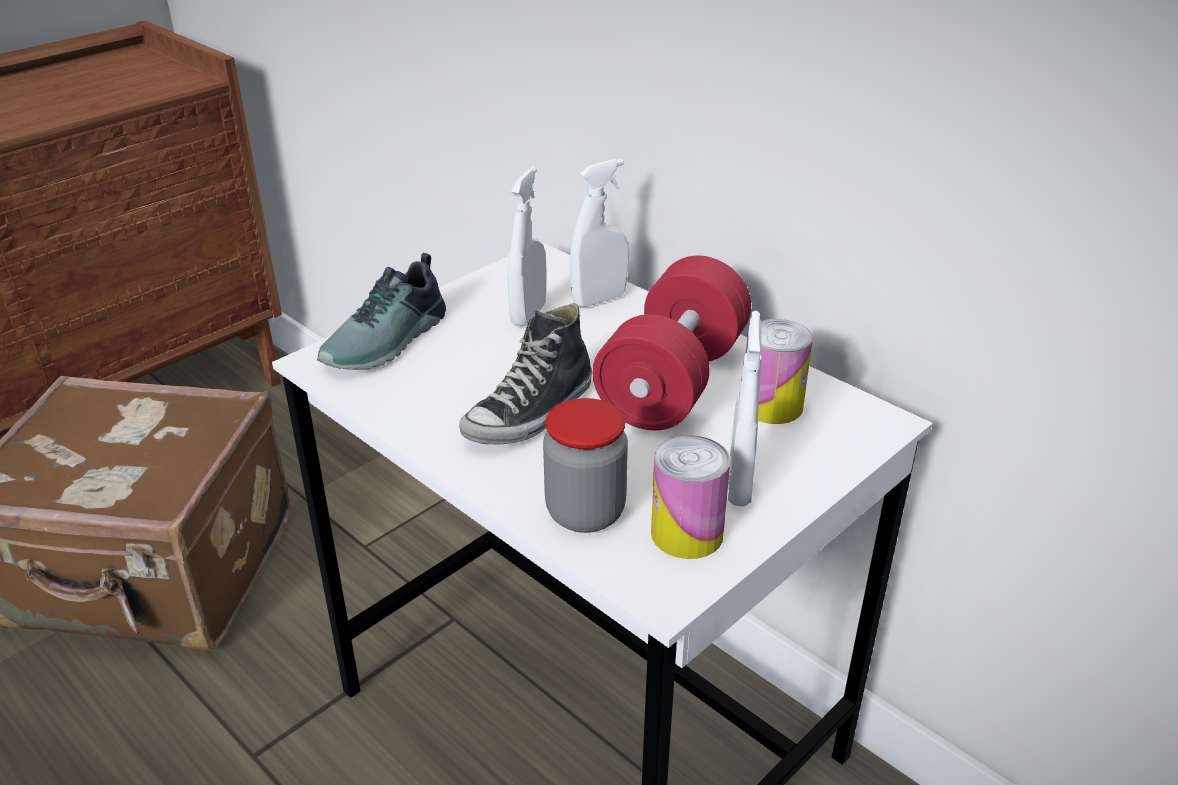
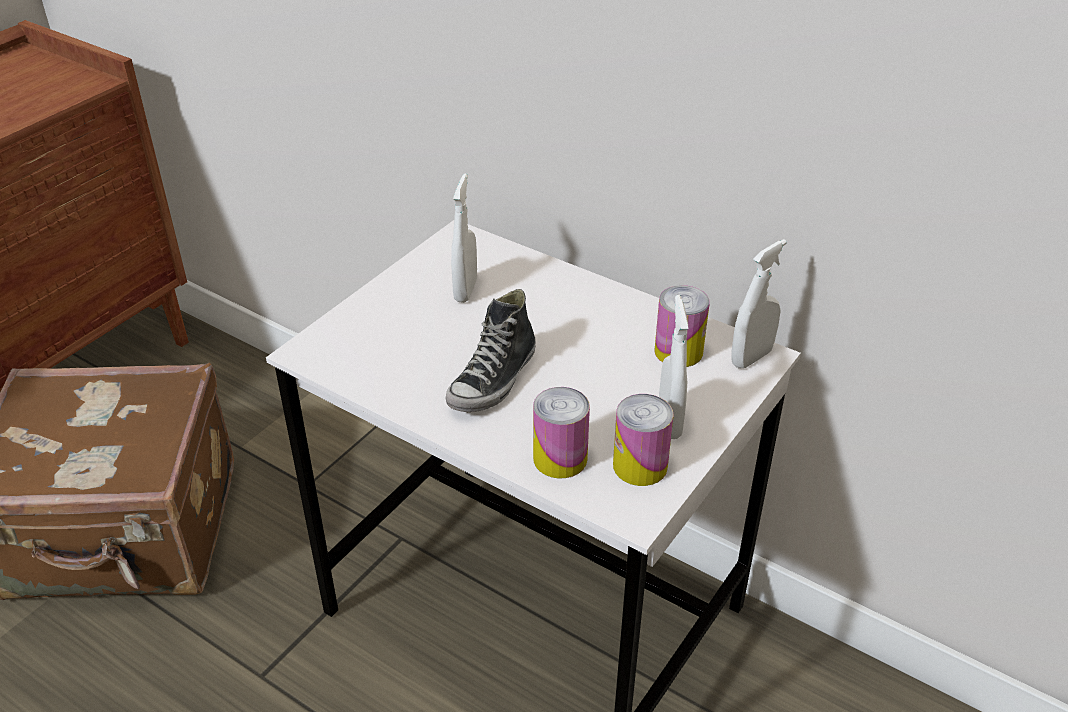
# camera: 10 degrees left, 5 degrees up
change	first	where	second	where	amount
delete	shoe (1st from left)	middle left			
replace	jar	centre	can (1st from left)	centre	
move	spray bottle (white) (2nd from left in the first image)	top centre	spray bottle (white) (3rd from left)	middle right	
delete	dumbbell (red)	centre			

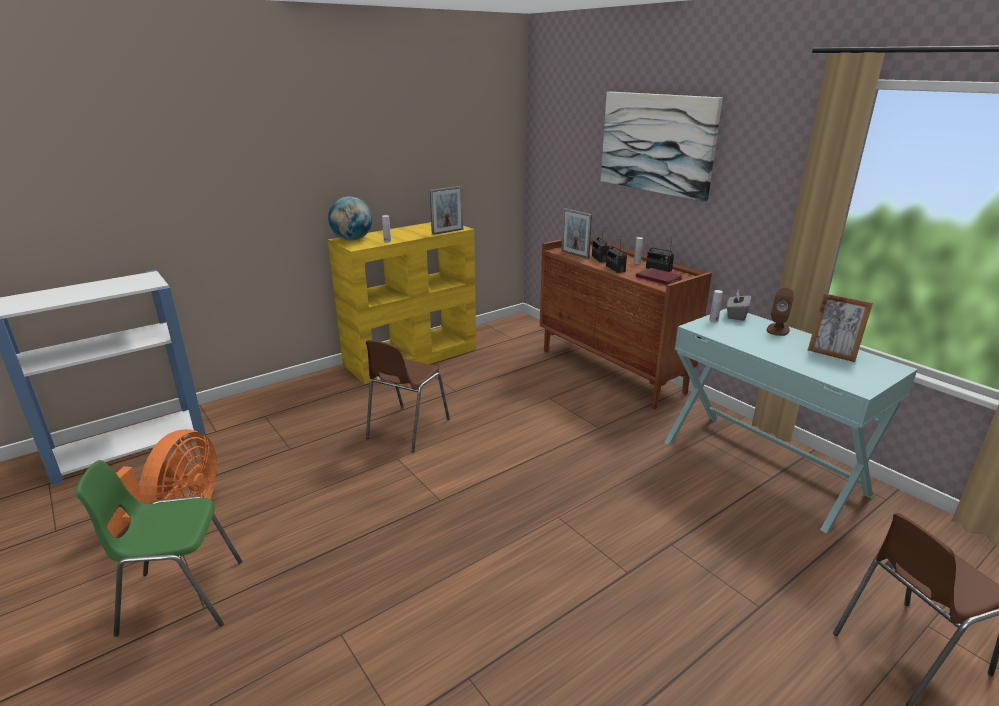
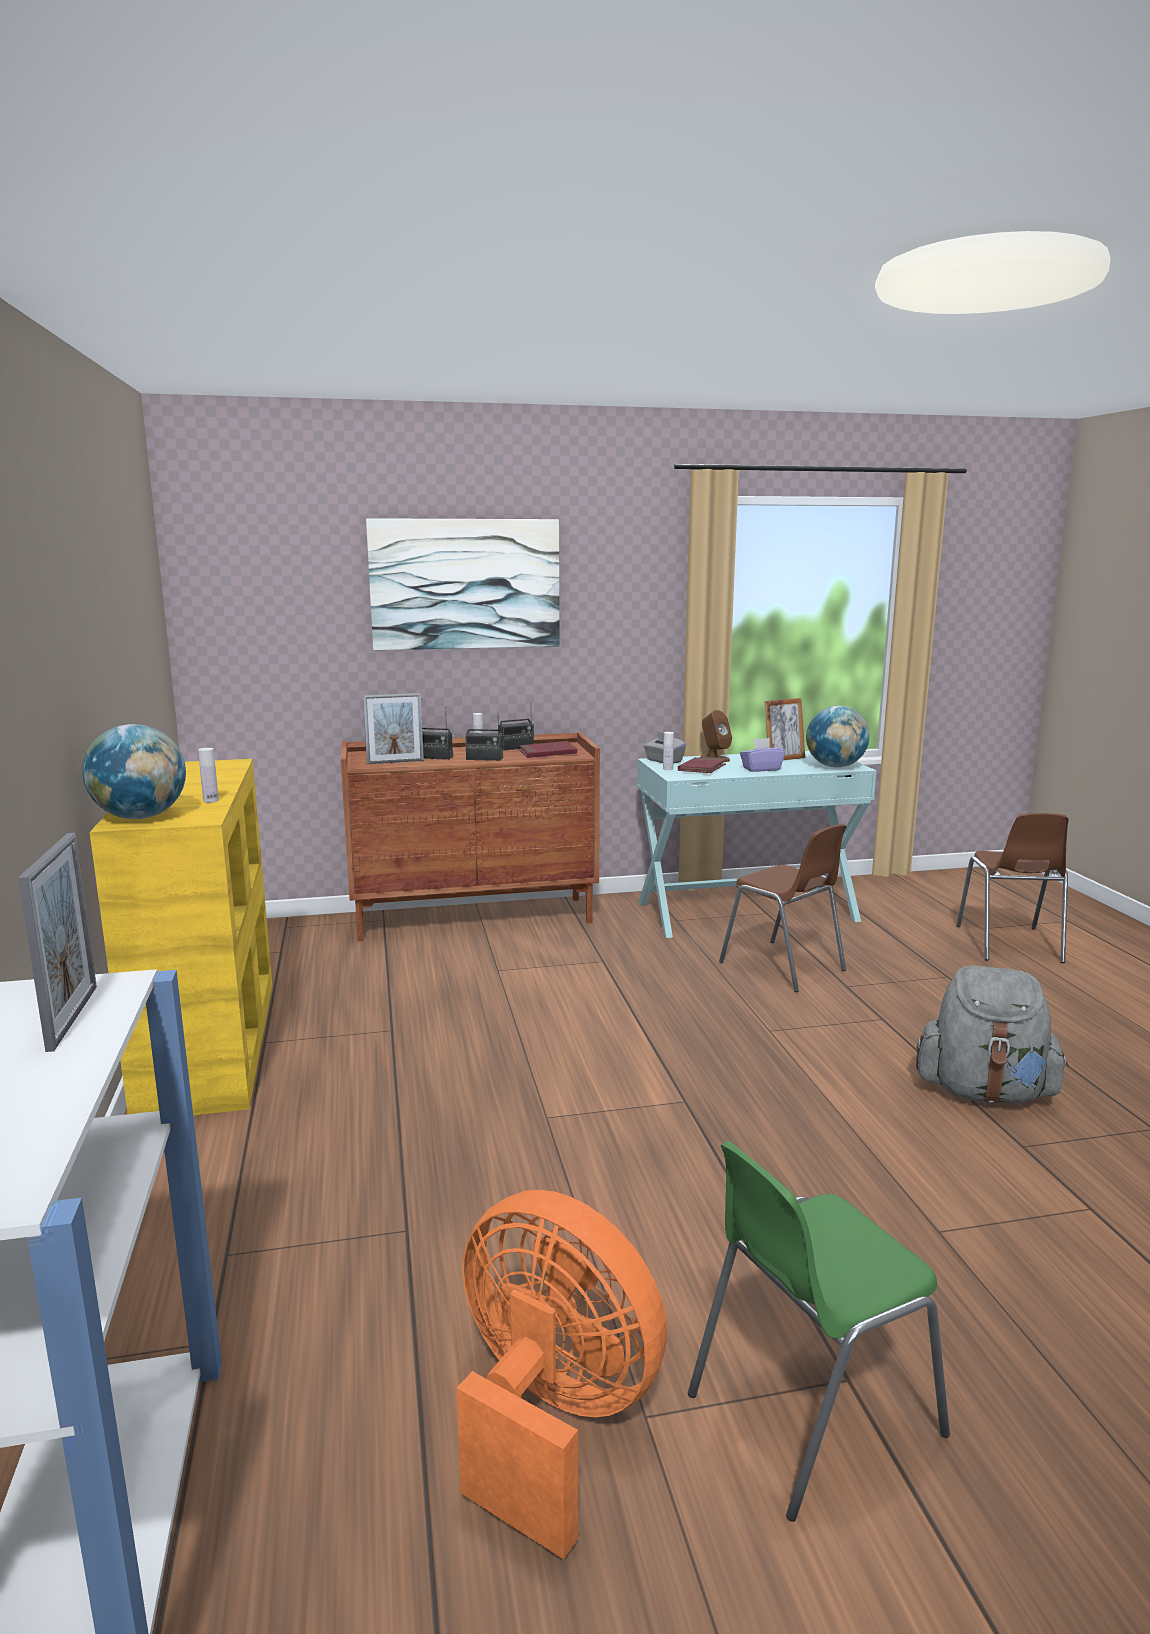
# camera: 65 degrees left, 10 degrees down
change	first	where	second	where	amount
rotate	chair (green)	bottom left		bottom right	45 degrees clockwise
move	chair (brown) (1st from left)	centre		middle right	
move	picture frame (1st from left)	top centre		middle left	
insert			book (red) (2nd from left)	centre	
insert			tissue box (purple)	centre	
insert			globe (2nd from left)	middle right	
insert			backpack (grey)	middle right	

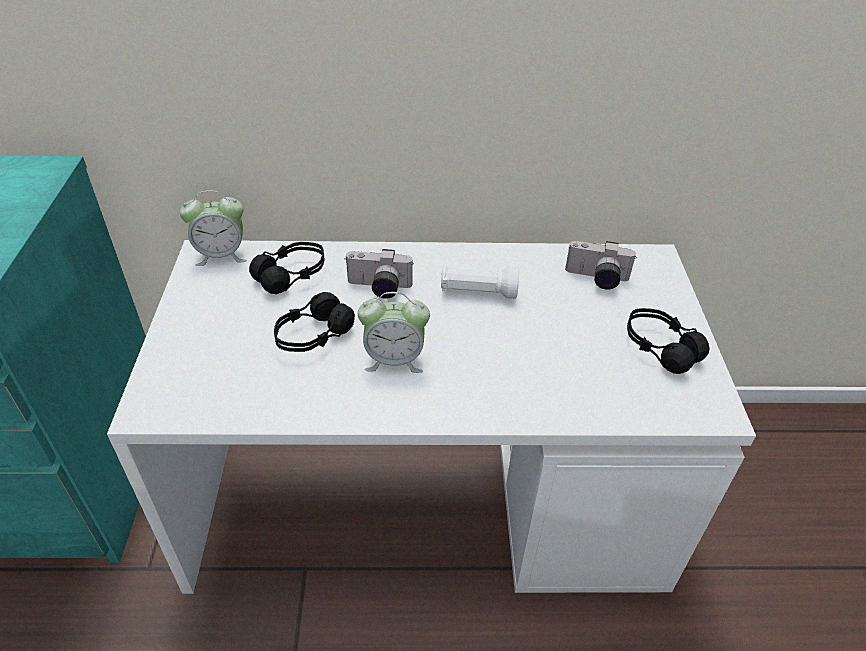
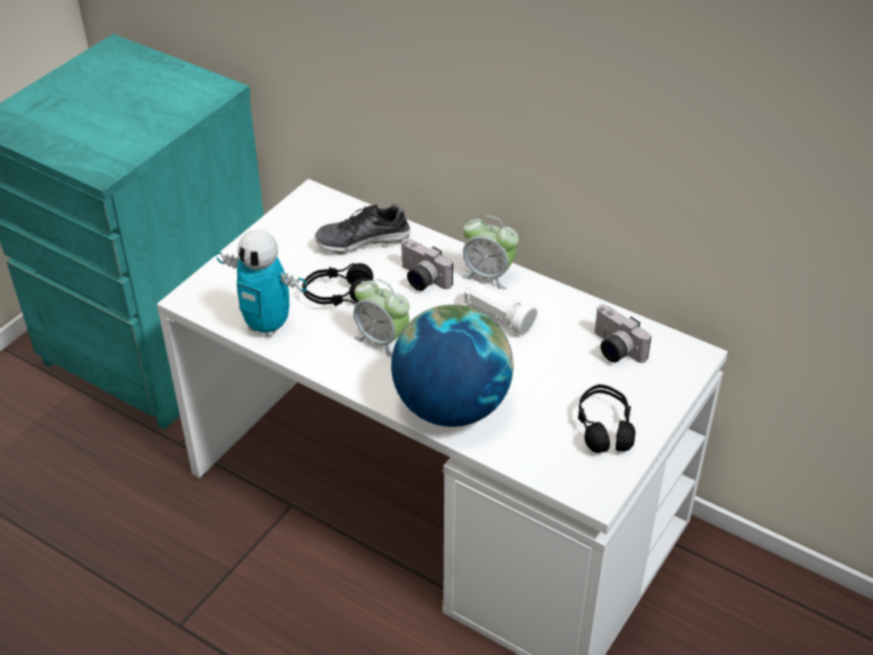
# camera: 35 degrees right, 0 degrees up
change	first	where	second	where	amount
move	alarm clock (1st from left in the first image)	middle left	alarm clock (2nd from left)	centre	
replace	headphones (black) (1st from left)	middle left	shoe	centre	
insert			toy robot	middle left	
insert			globe	centre	

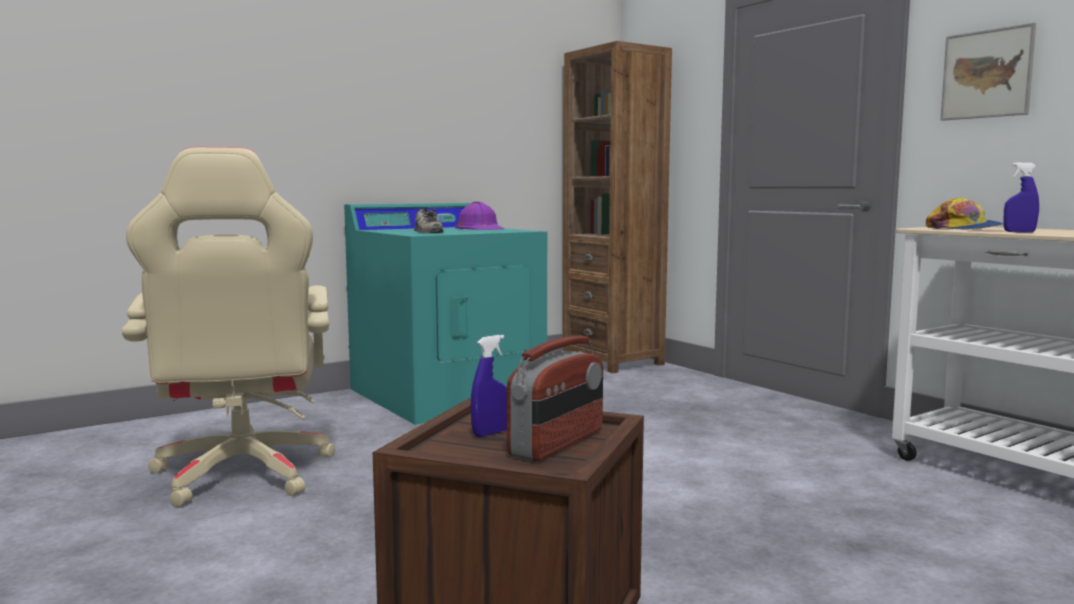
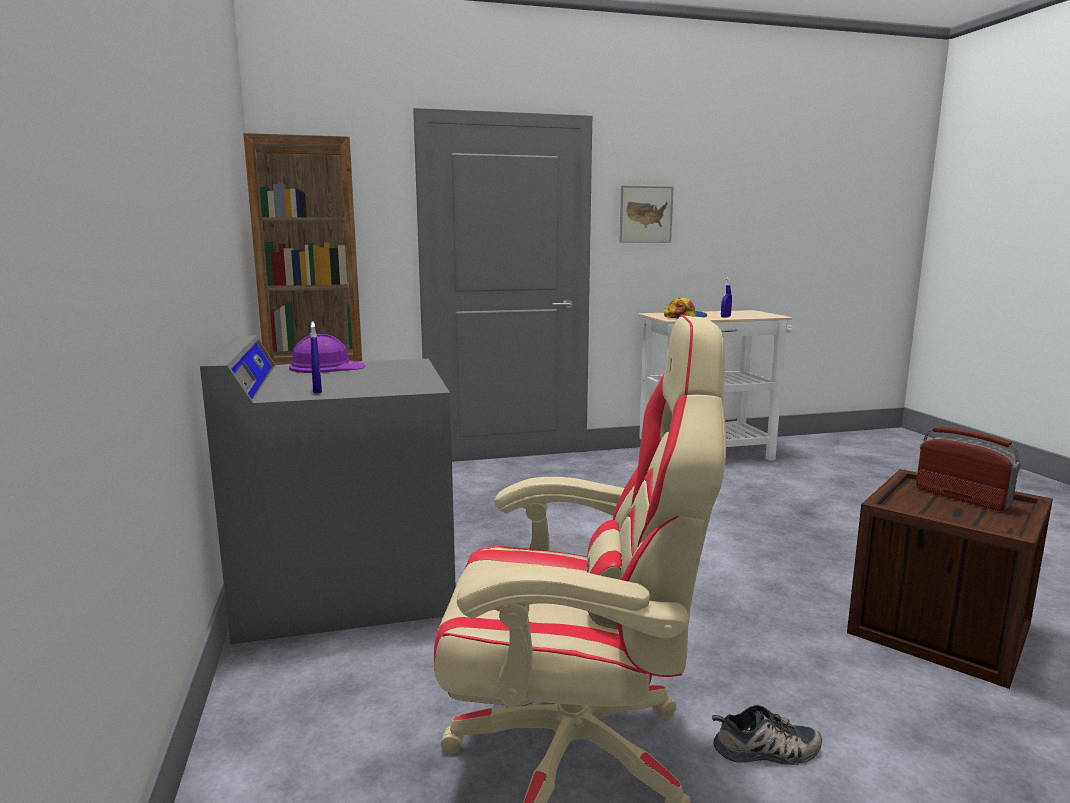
# camera: 70 degrees left, 5 degrees up
change	first	where	second	where	amount
recolor	washing machine (turquoise)	centre	washing machine (grey)	middle left	
move	shoe	centre		bottom right	
move	spray bottle (blue) (1st from left)	centre		middle left	

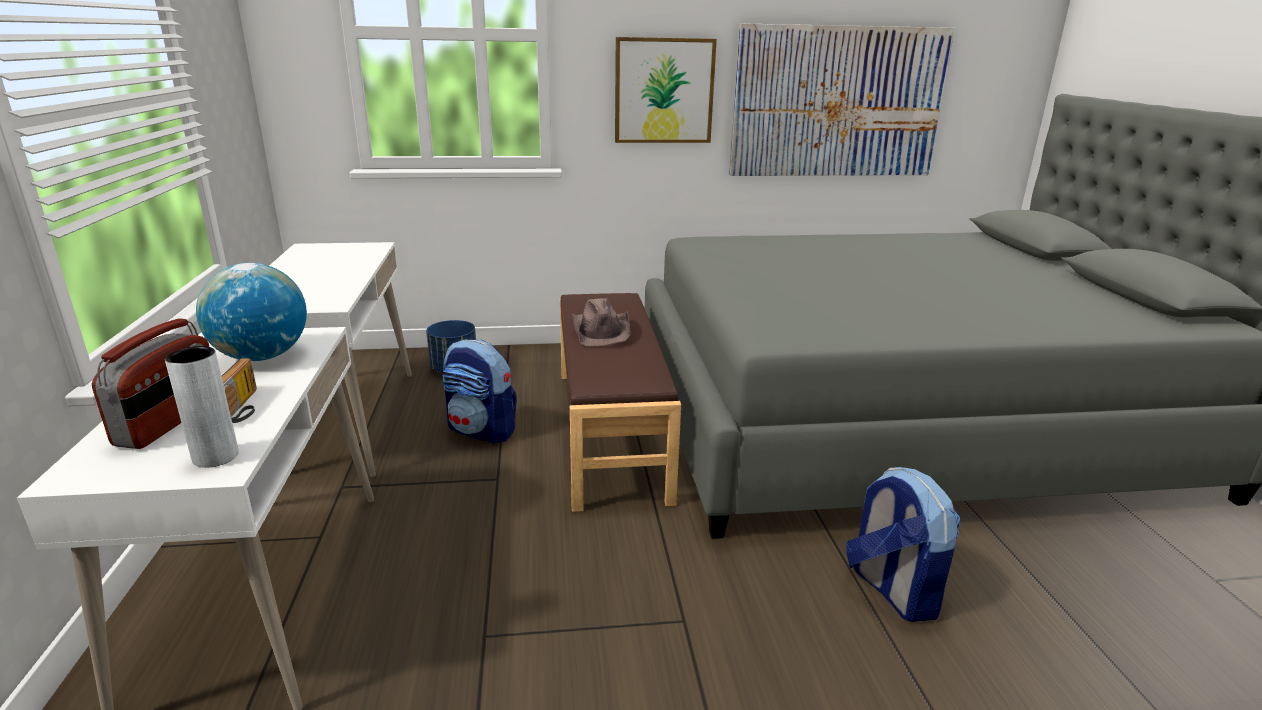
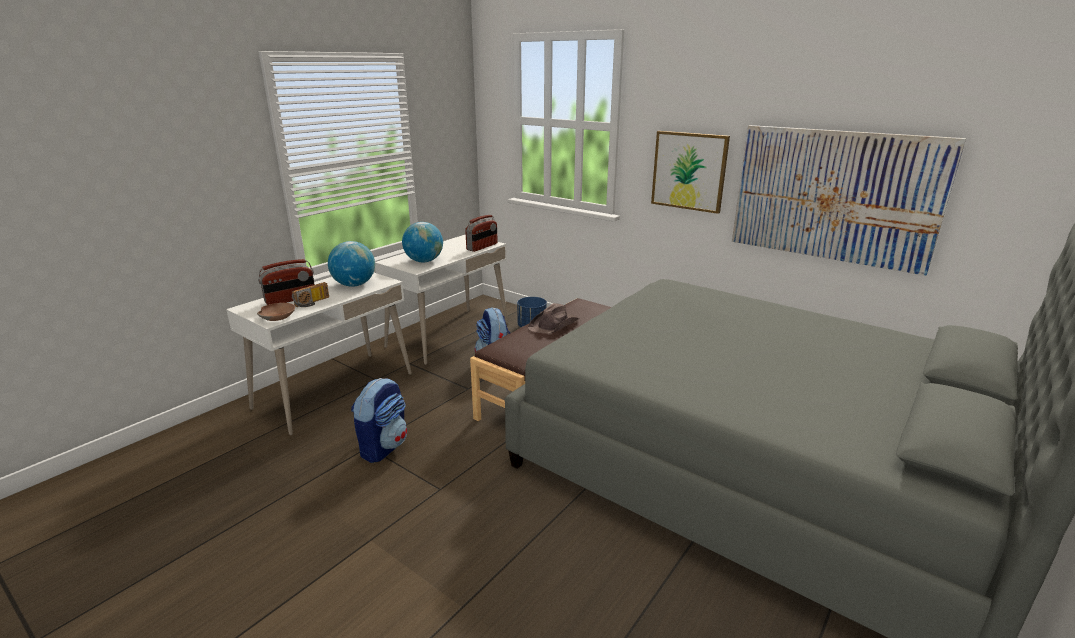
# camera: 45 degrees right, 0 degrees up
change	first	where	second	where	amount
replace	vase (grey)	middle left	bowl (brown)	middle left	
move	backpack (2nd from left in the first image)	bottom right	backpack (1st from left)	centre	
insert			globe (2nd from left)	centre	
insert			radio (3rd from left)	centre	

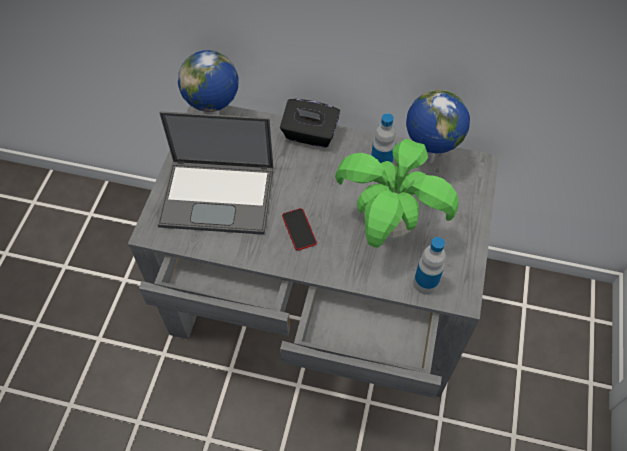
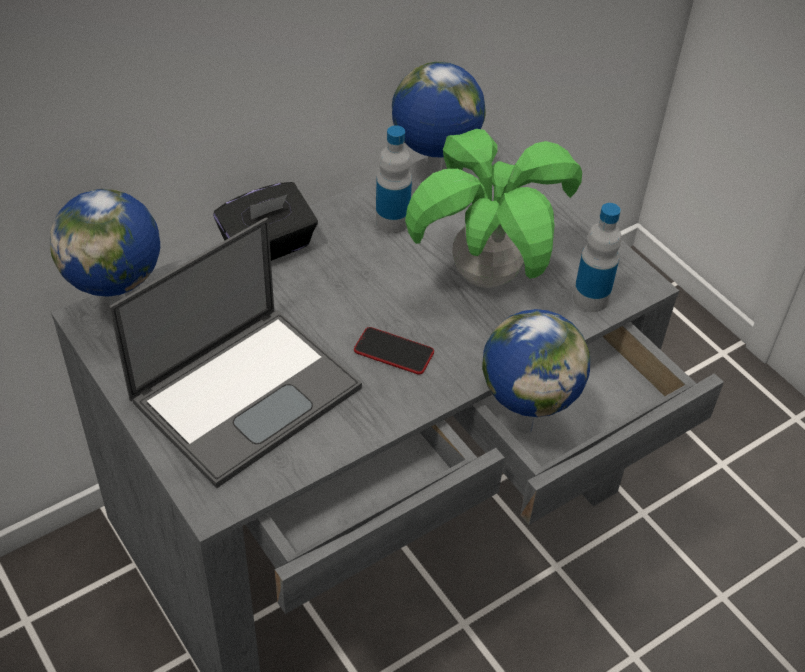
# camera: 50 degrees left, 10 degrees down
change	first	where	second	where	amount
insert			globe (3rd from left)	centre	

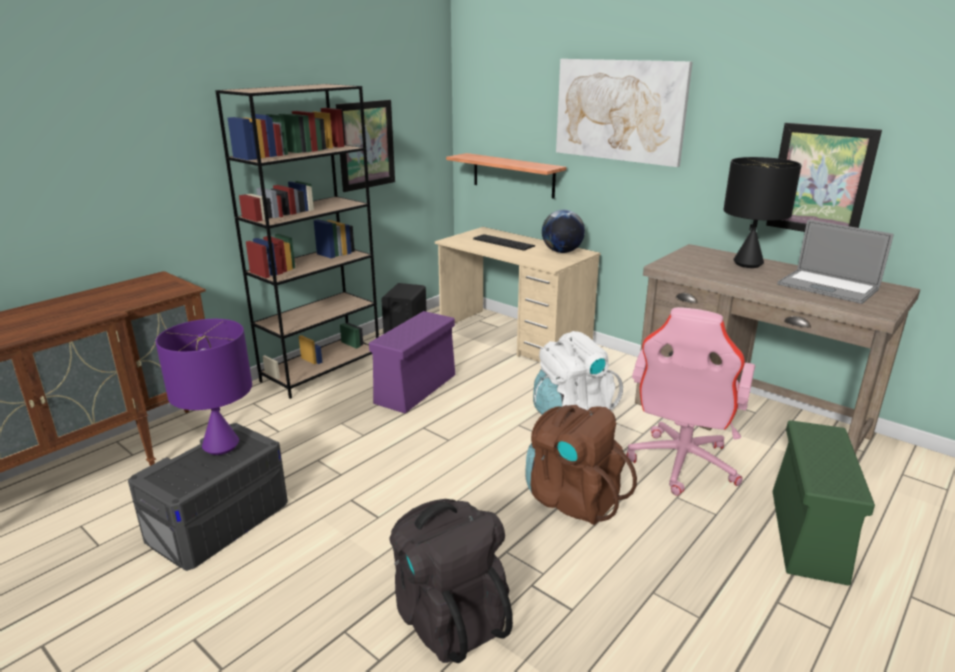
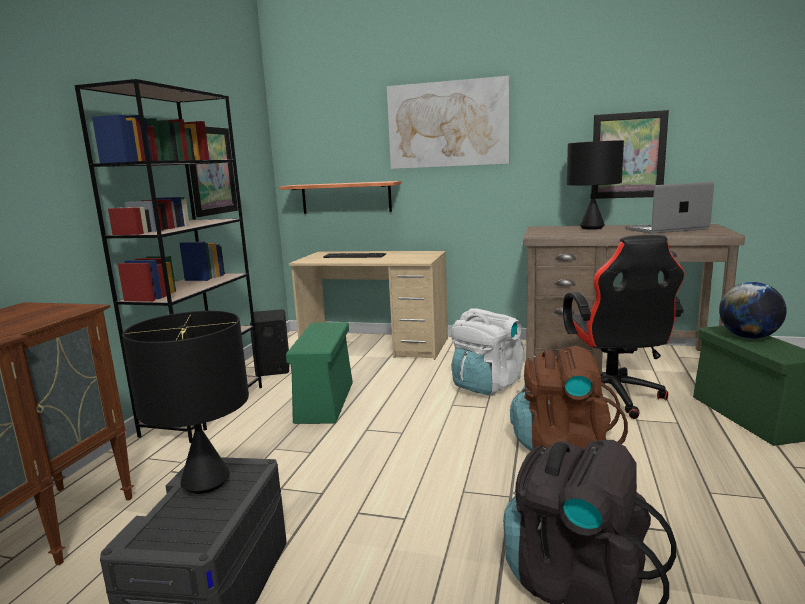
# camera: 25 degrees left, 10 degrees down
change	first	where	second	where	amount
recolor	table lamp (purple)	middle left	table lamp (black) (1st from left)	middle left	
recolor	storage box (purple)	centre	storage box (green) (1st from left)	centre	
move	globe	centre		middle right	
recolor	office chair (pink)	middle right	office chair (black)	middle right	
rotate	laptop	middle right		middle right	150 degrees clockwise

